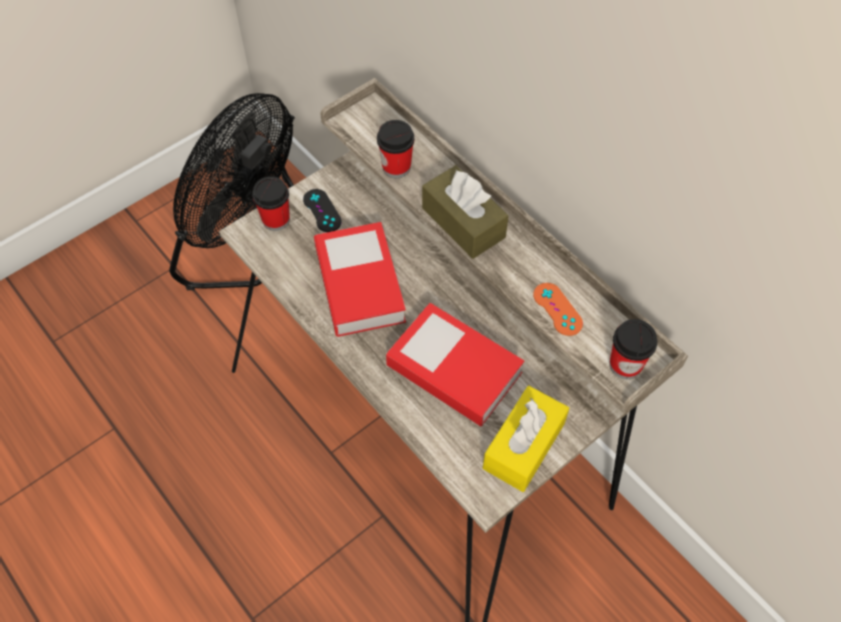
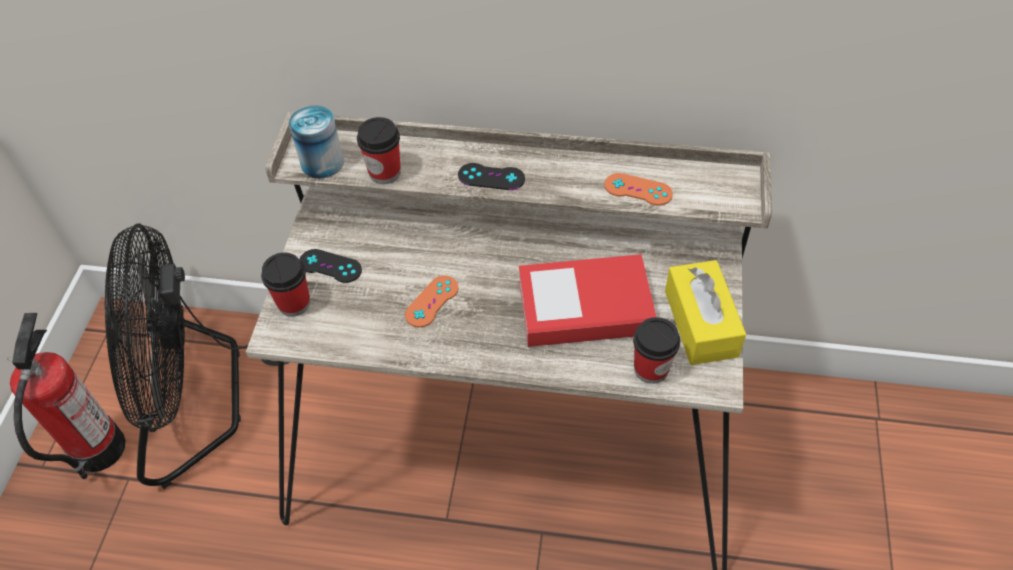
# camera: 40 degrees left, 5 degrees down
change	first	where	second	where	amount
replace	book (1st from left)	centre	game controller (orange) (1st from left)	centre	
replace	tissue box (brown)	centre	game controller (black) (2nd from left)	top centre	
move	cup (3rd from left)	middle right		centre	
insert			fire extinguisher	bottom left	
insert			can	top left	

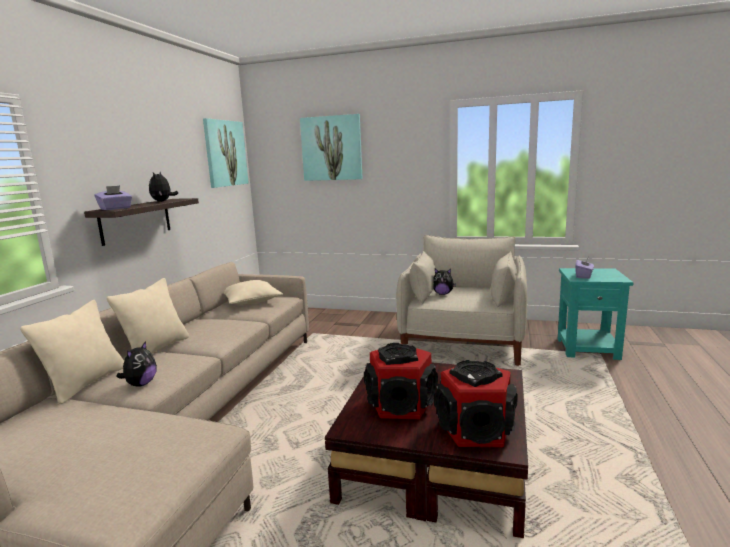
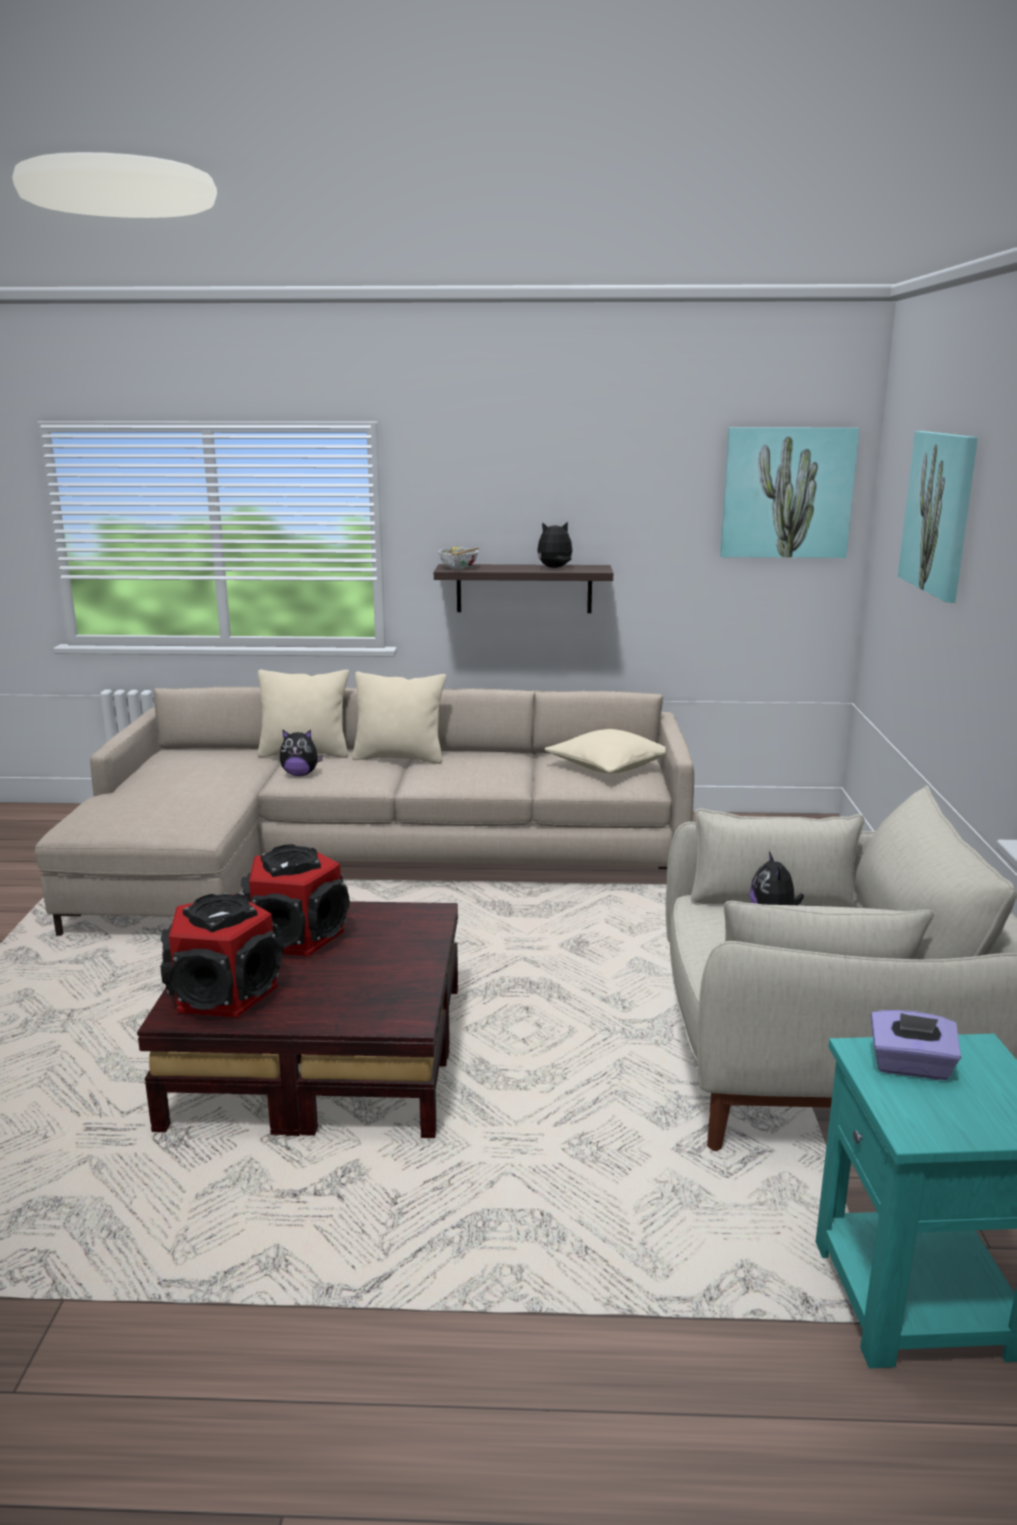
# camera: 75 degrees right, 5 degrees up
change	first	where	second	where	amount
replace	tissue box (purple) (1st from left)	middle left	bowl	centre	

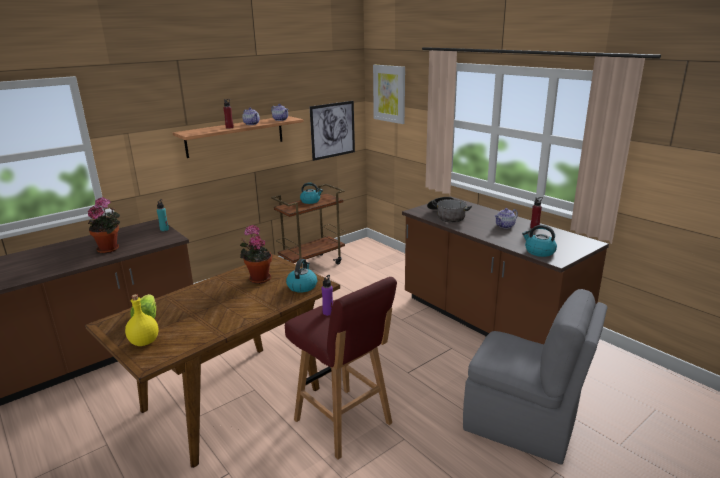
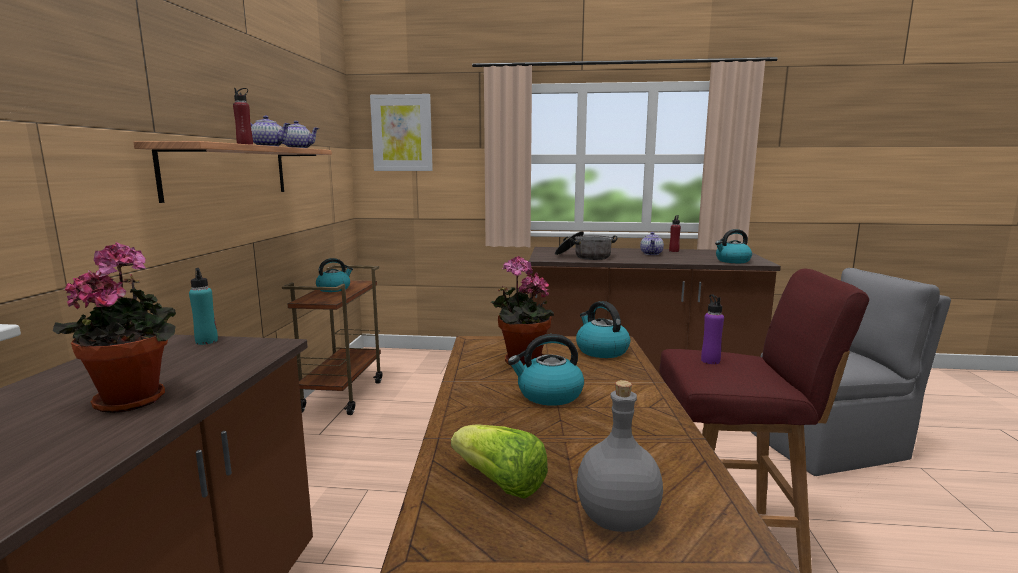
# camera: 45 degrees left, 10 degrees down
change	first	where	second	where	amount
recolor	bottle (yellow)	bottom left	bottle (grey)	bottom centre	
delete	picture (1st from left)	top centre			
insert			kettle (2nd from left)	centre	

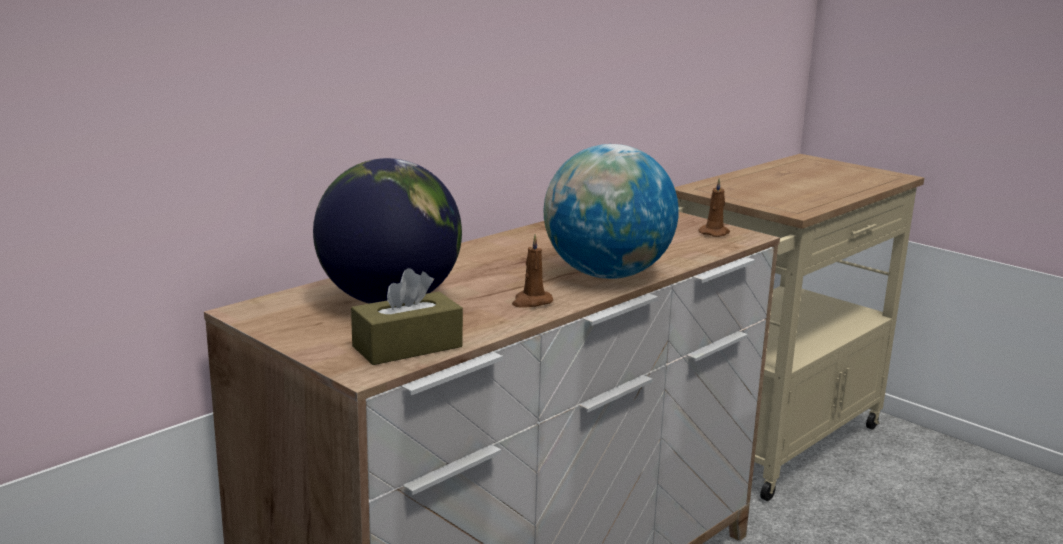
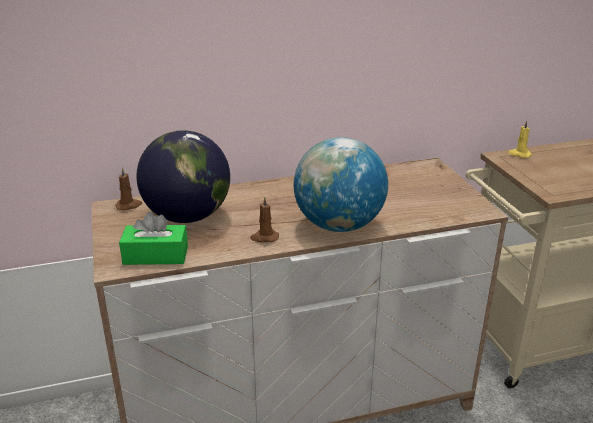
# camera: 30 degrees right, 10 degrees up
change	first	where	second	where	amount
recolor	tissue box (brown)	centre	tissue box (green)	middle left	
move	candle (brown) (2nd from left in the first image)	middle right	candle (brown) (1st from left)	middle left	
insert			candle (yellow)	top right	

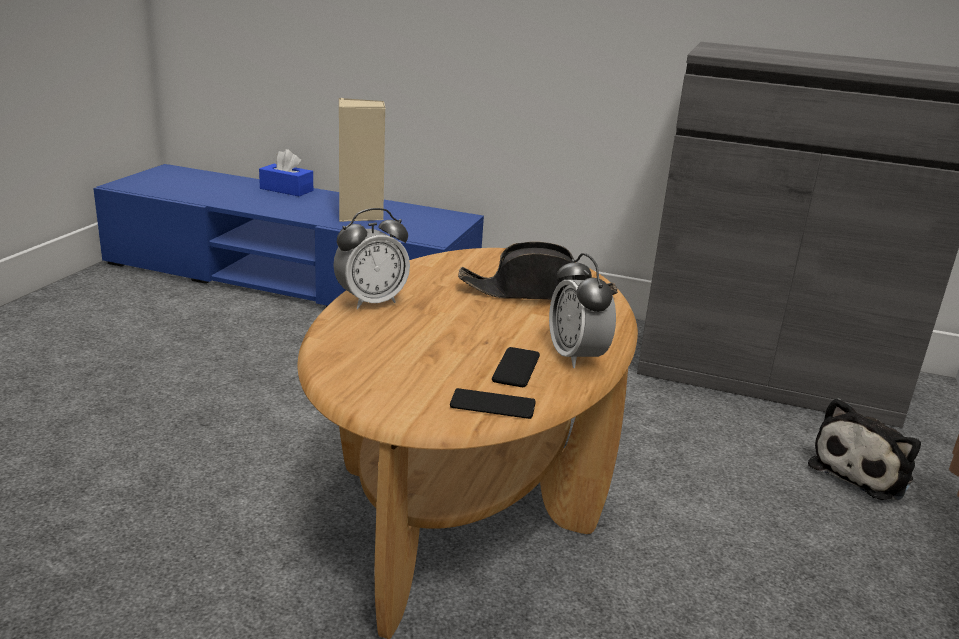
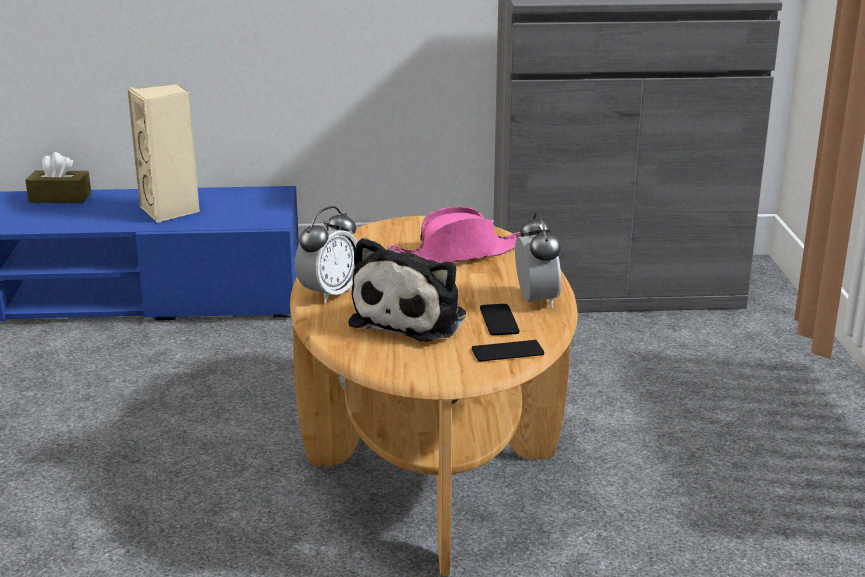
# camera: 20 degrees left, 0 degrees up
change	first	where	second	where	amount
recolor	tissue box (blue)	top left	tissue box (brown)	top left	
recolor	hat (black)	centre	hat (pink)	centre	
rotate	alarm clock (2nd from left)	centre		centre	150 degrees counterclockwise
move	plush toy	bottom right		centre	

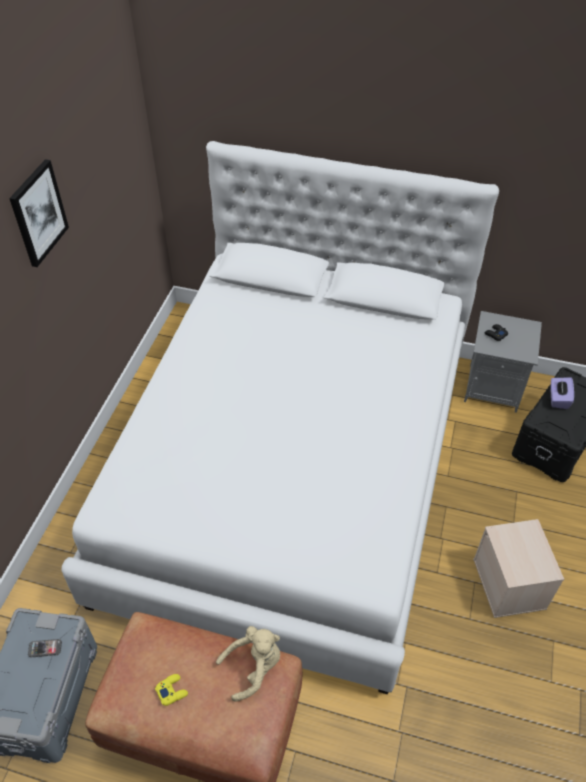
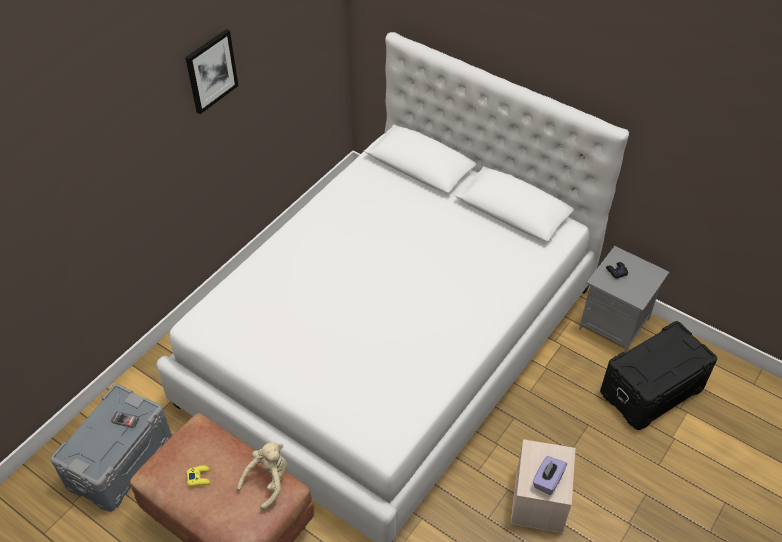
# camera: 20 degrees right, 0 degrees up
change	first	where	second	where	amount
rotate	plush toy (beige)	bottom centre		bottom centre	45 degrees counterclockwise
move	tissue box (purple)	middle right		bottom right	

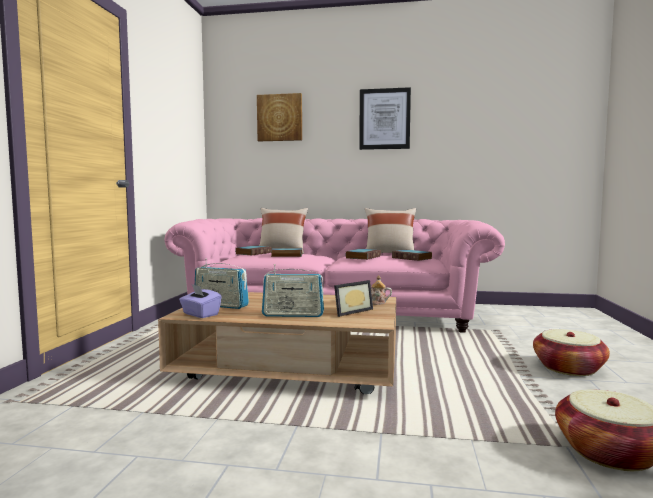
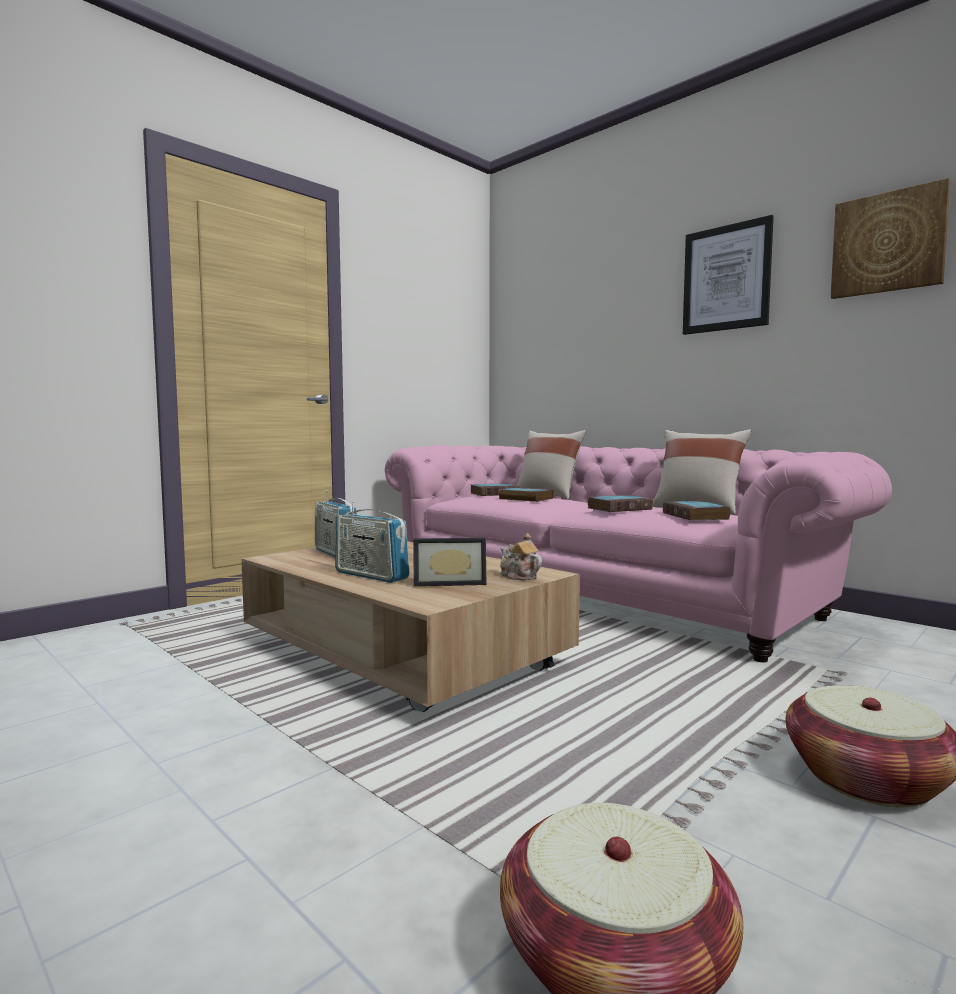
# camera: 35 degrees right, 0 degrees up
change	first	where	second	where	amount
delete	tissue box (purple)	middle left			
move	picture (1st from left in the first image)	top centre	picture (2nd from left)	top right	

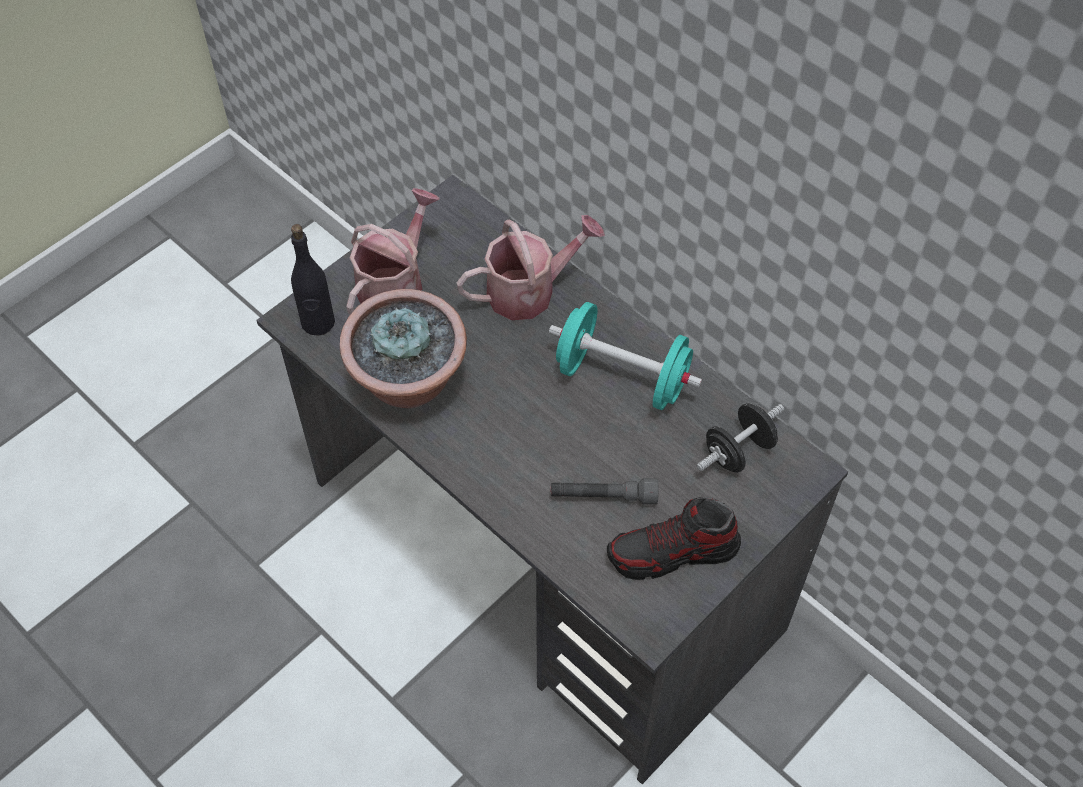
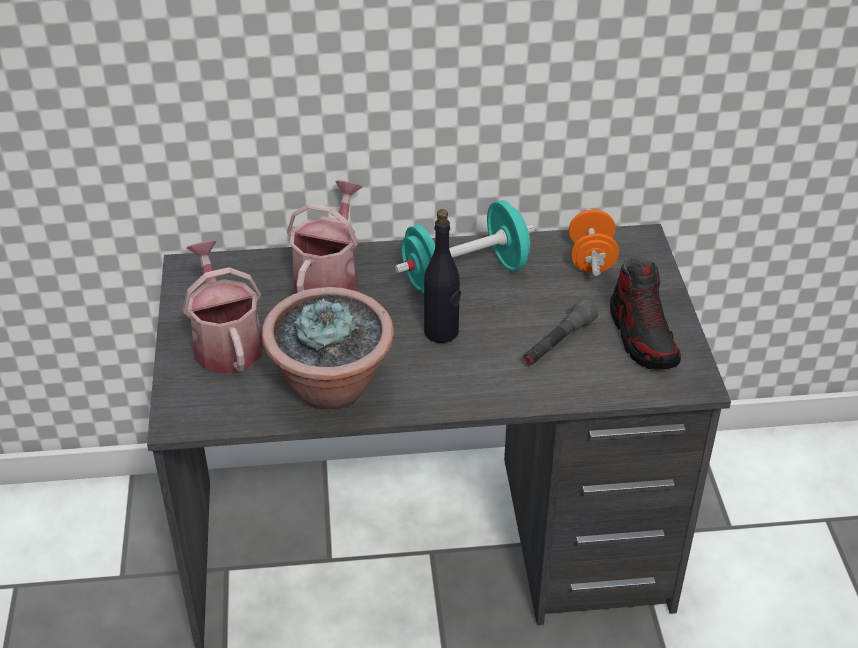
# camera: 50 degrees left, 15 degrees down
change	first	where	second	where	amount
move	bottle (black)	middle left		centre	
rotate	shoe	bottom centre		middle right	45 degrees counterclockwise
recolor	dumbbell (black)	middle right	dumbbell (orange)	middle right	

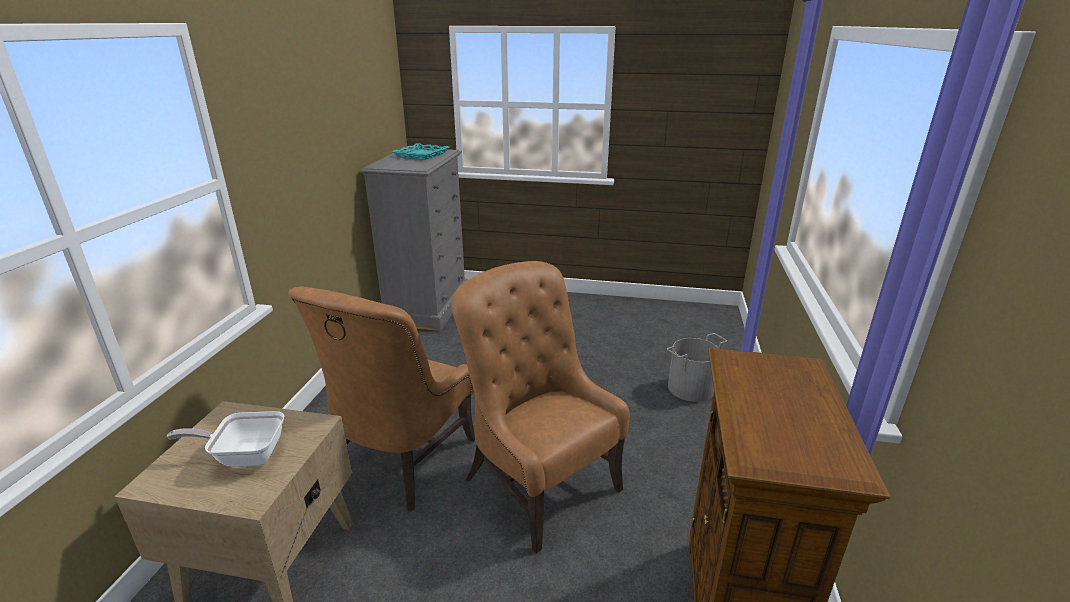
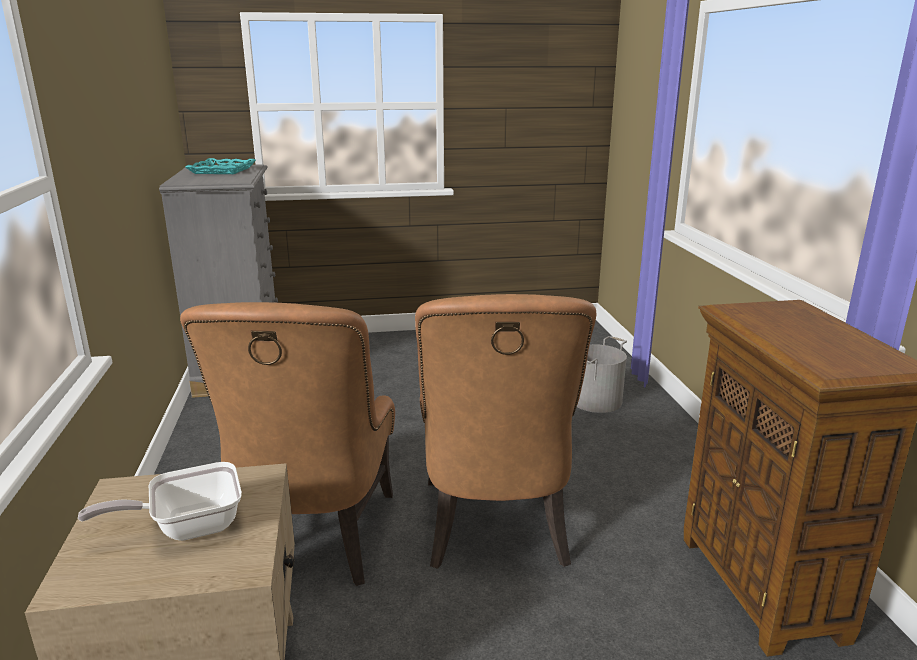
# camera: 20 degrees left, 5 degrees down
change	first	where	second	where	amount
rotate	chair (brown) (2nd from left)	bottom centre		centre	120 degrees counterclockwise

